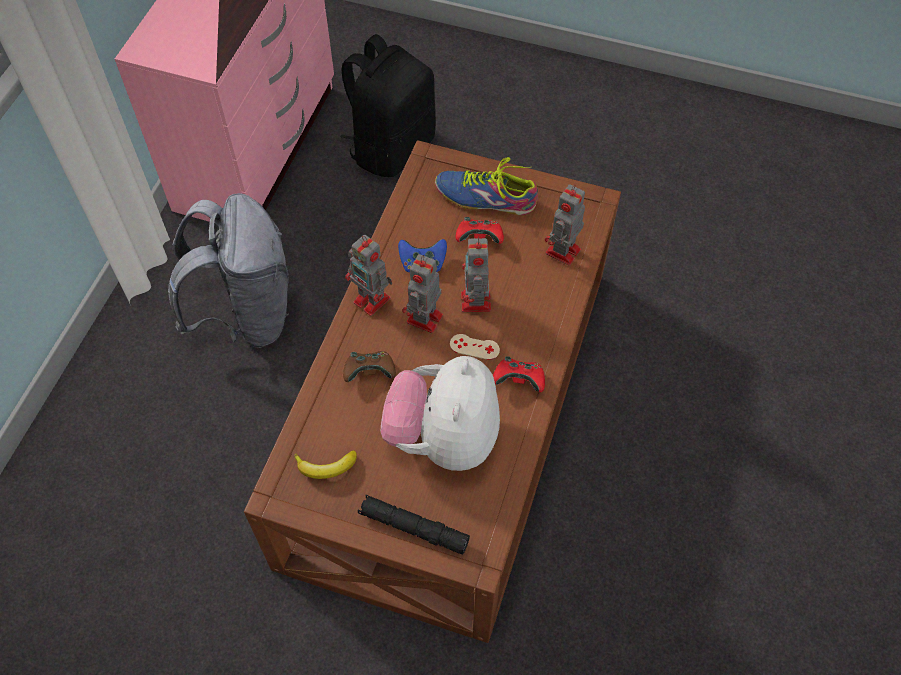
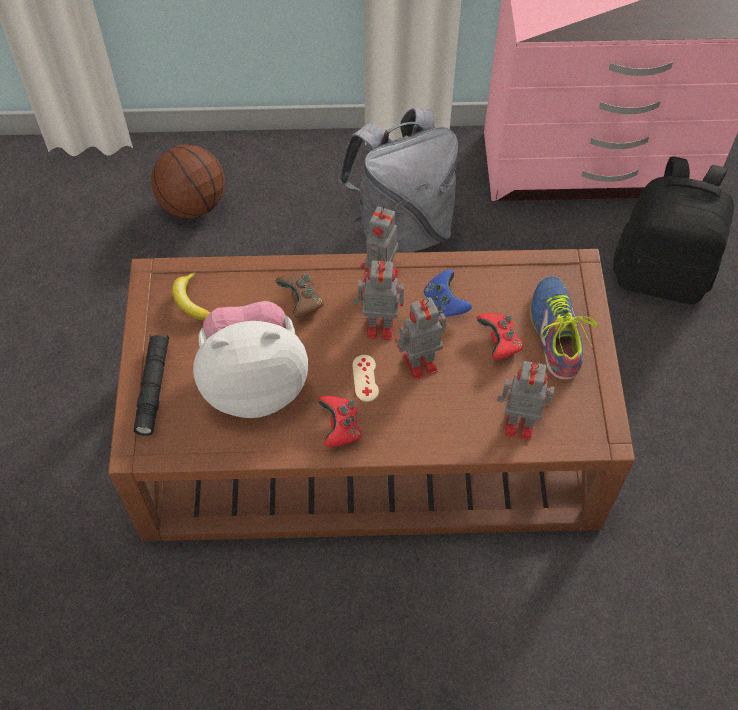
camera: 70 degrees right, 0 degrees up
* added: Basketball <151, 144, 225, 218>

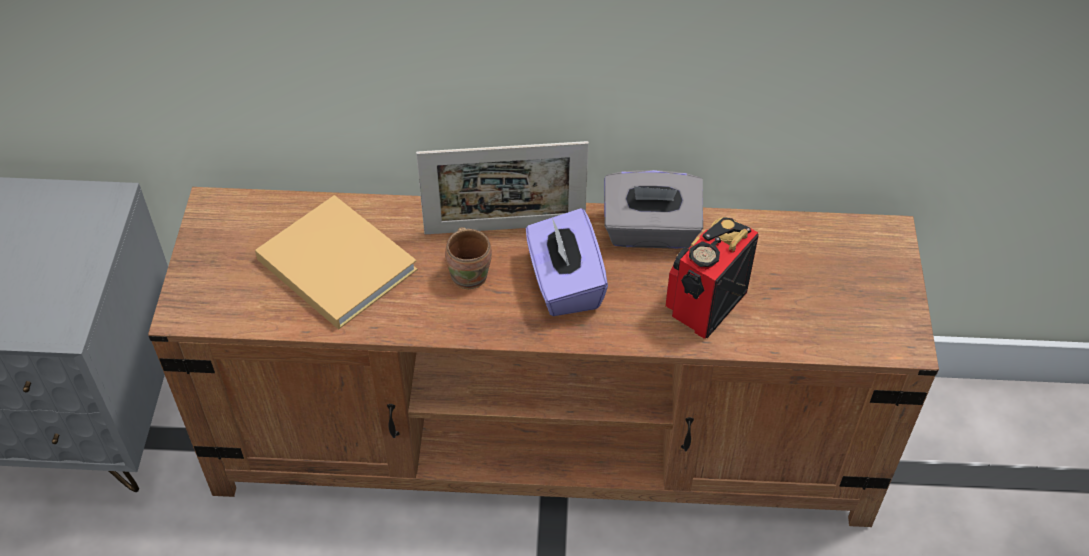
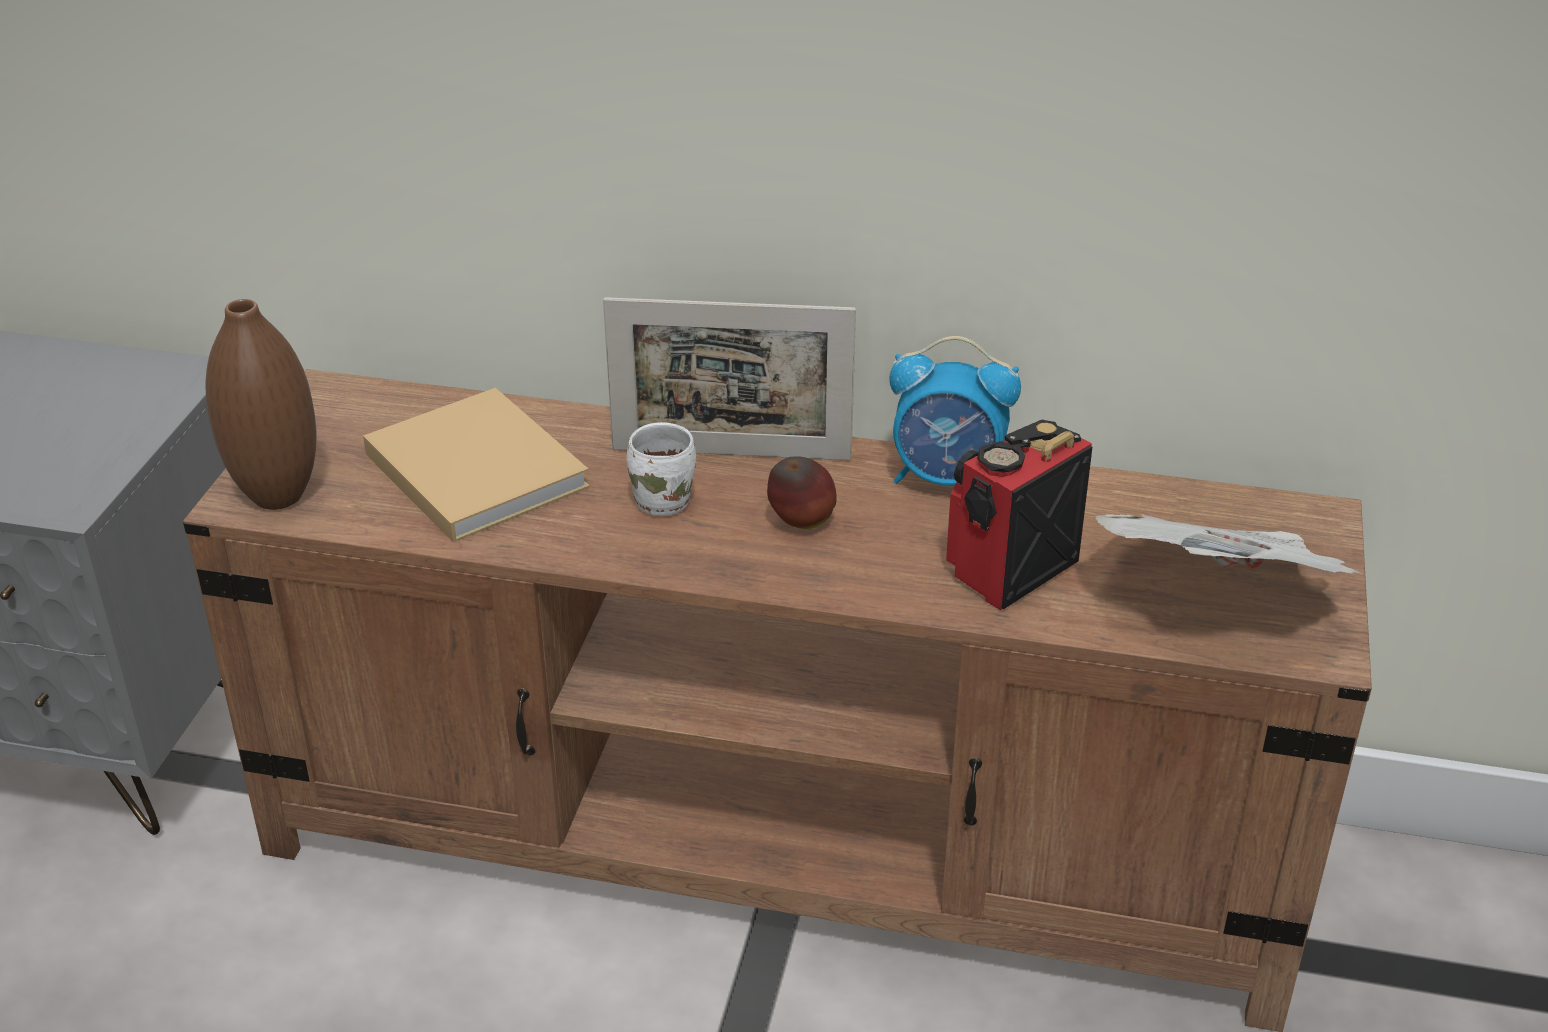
camera: 10 degrees right, 15 degrees down
* replaced: GreyTissueBox <604, 170, 703, 249> to AlarmClock <889, 336, 1021, 485>
* replaced: PurpleTissueBox <526, 208, 608, 316> to Apple <767, 456, 837, 529>
* recoloured: BrownMug <445, 227, 492, 289> to WhiteMug <627, 422, 696, 516>
* added: BrownVase <205, 299, 316, 510>
* added: Newspaper <1095, 514, 1363, 574>

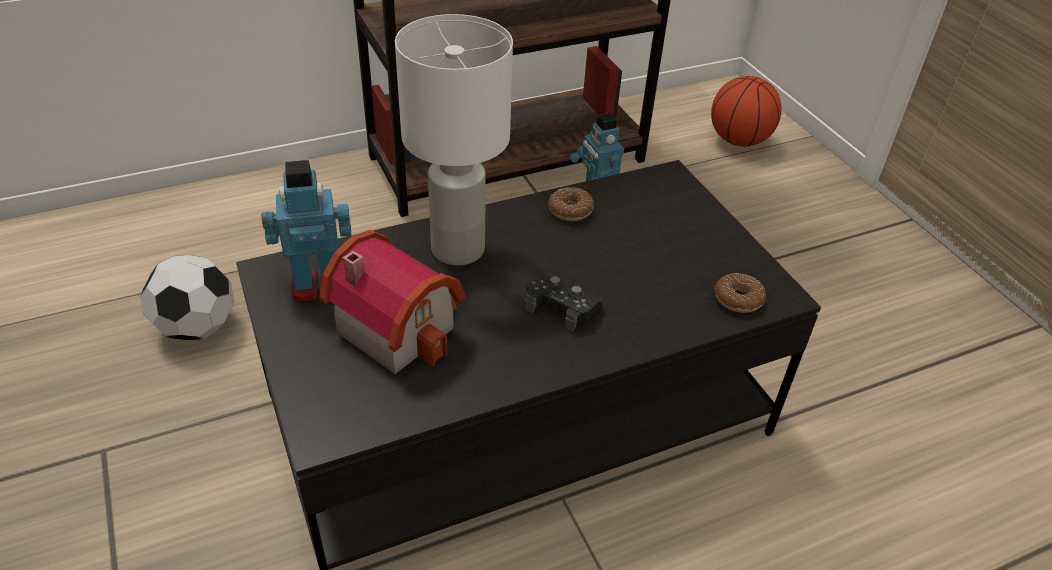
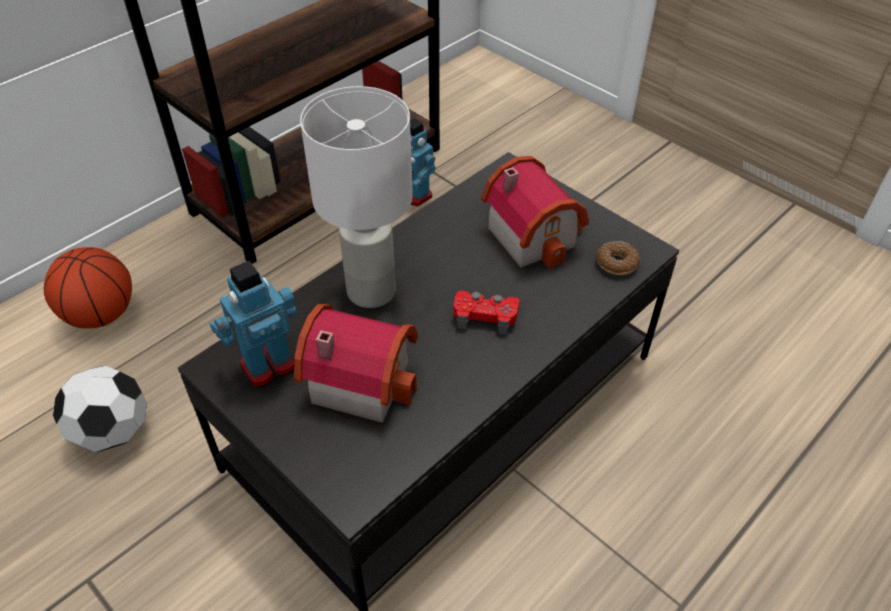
camera: 20 degrees left, 5 degrees up
* moved: Basketball <711, 76, 782, 147> to <44, 247, 132, 328>
* removed: Donut <548, 187, 594, 221>
* recoloured: BlackGameController <525, 273, 603, 331> to RedGameController <453, 291, 520, 335>
* added: ToyHouse <481, 156, 589, 270>

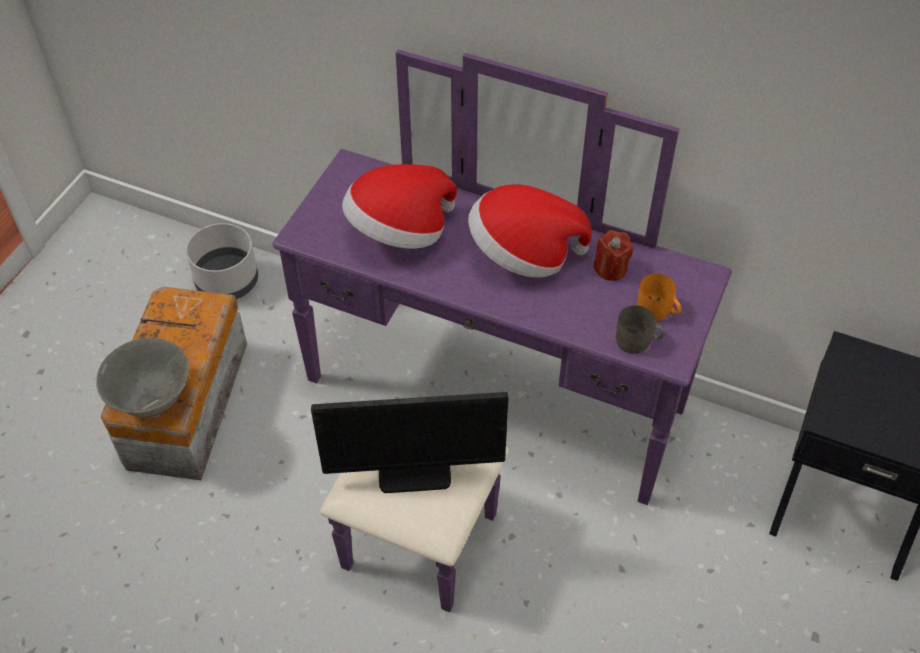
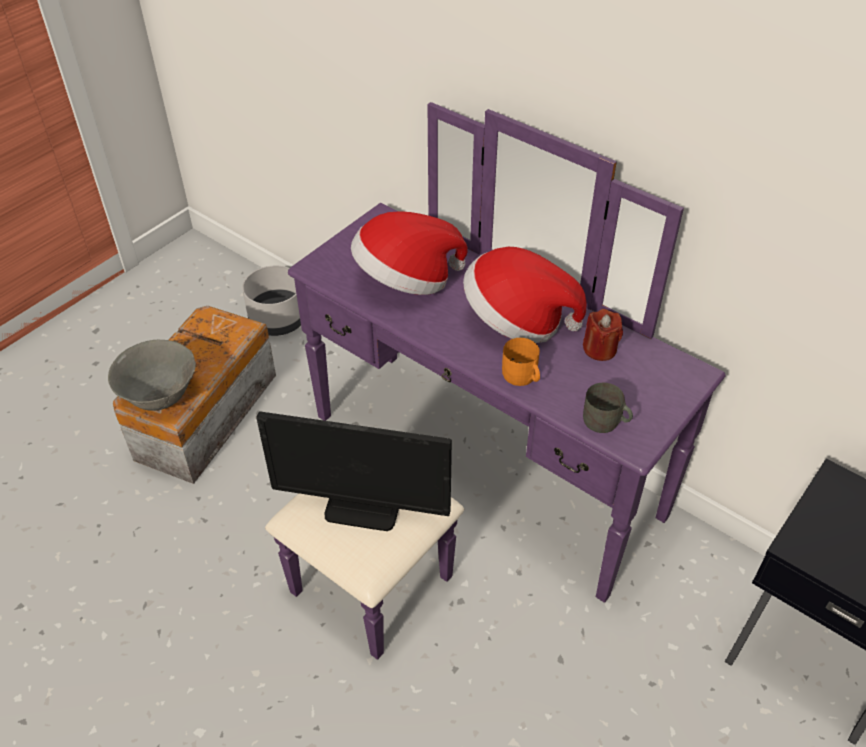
camera: 15 degrees right, 5 degrees down
* moved: OrangeMug <637, 274, 681, 321> to <502, 338, 540, 386>

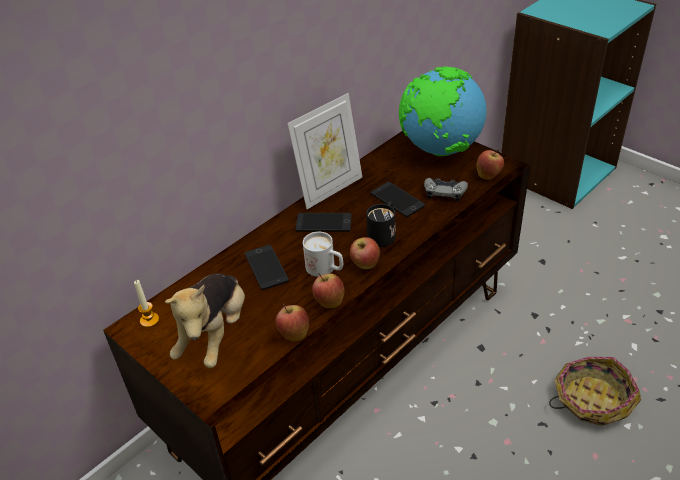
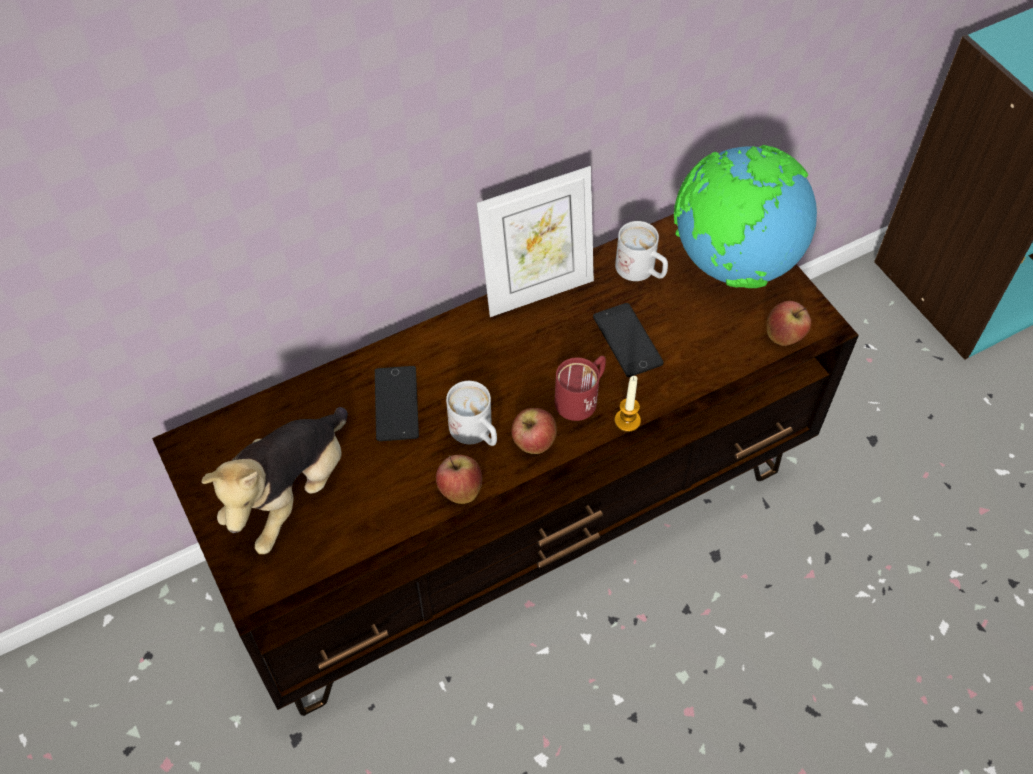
camera: 15 degrees right, 15 degrees up
* removed: GreyGameController <424, 178, 468, 202>
* recoloured: BlackMug <366, 201, 395, 247> to RedMug <555, 356, 606, 421>
* removed: Phone <295, 213, 352, 232>
* moved: Candle <134, 280, 159, 328> to <614, 376, 641, 432>
* removed: Apple <275, 304, 309, 341>
* removed: Basket <549, 357, 641, 426>
* added: WhiteMug <615, 221, 668, 281>

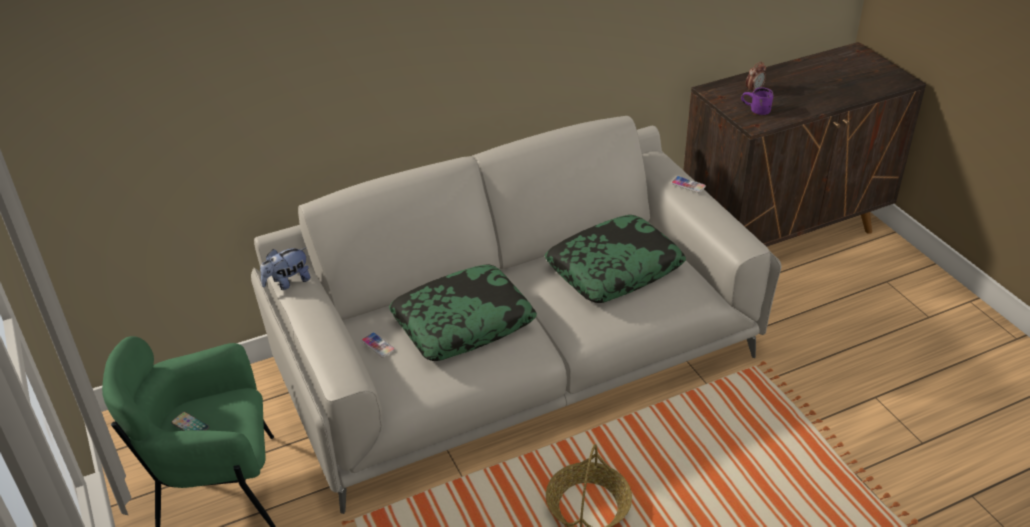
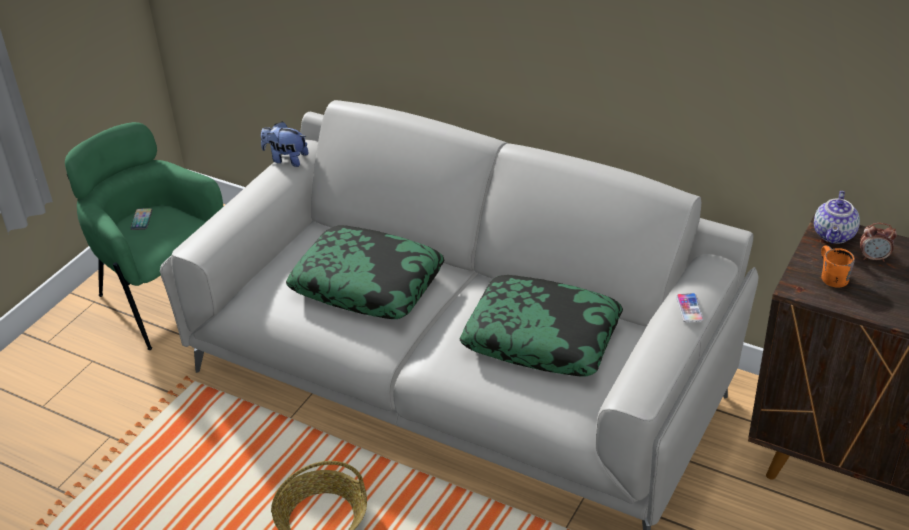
camera: 55 degrees right, 0 degrees up
* recoloured: PurpleMug <741, 87, 773, 115> to OrangeMug <821, 246, 855, 288>
* removed: Phone <361, 332, 395, 358>
* added: Teapot <814, 191, 860, 244>

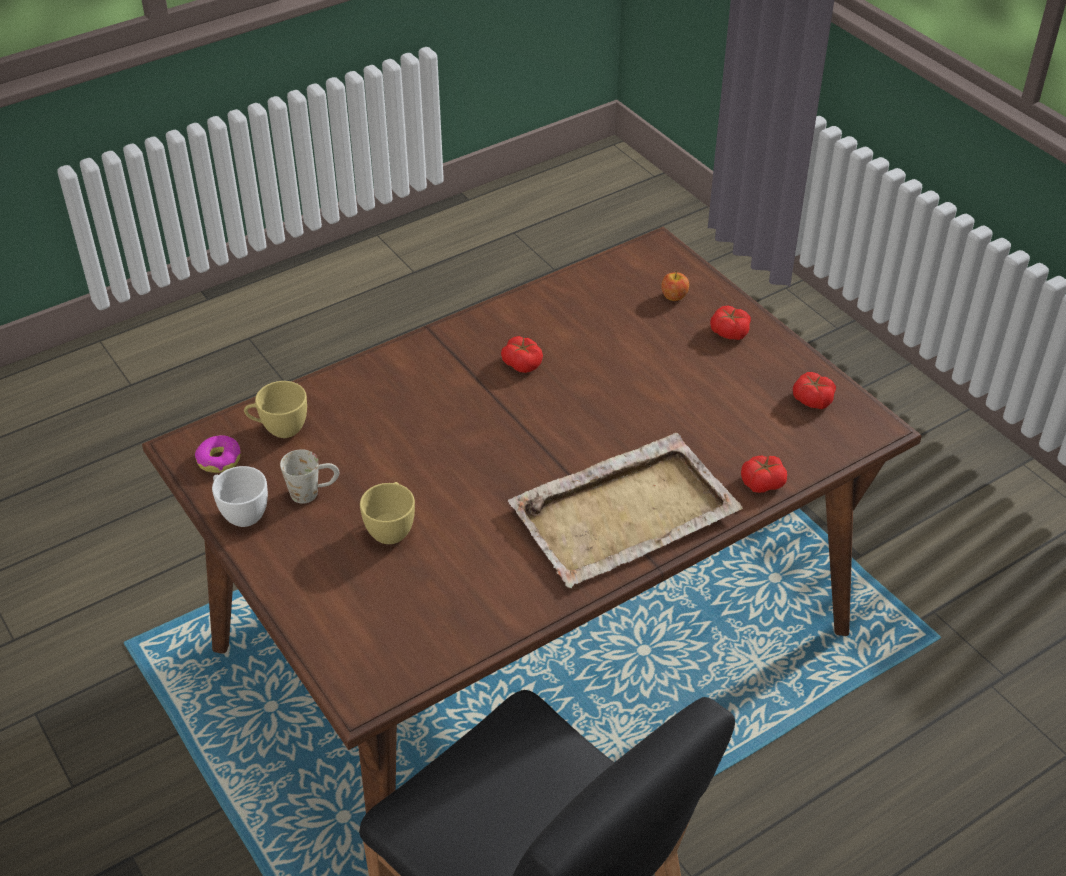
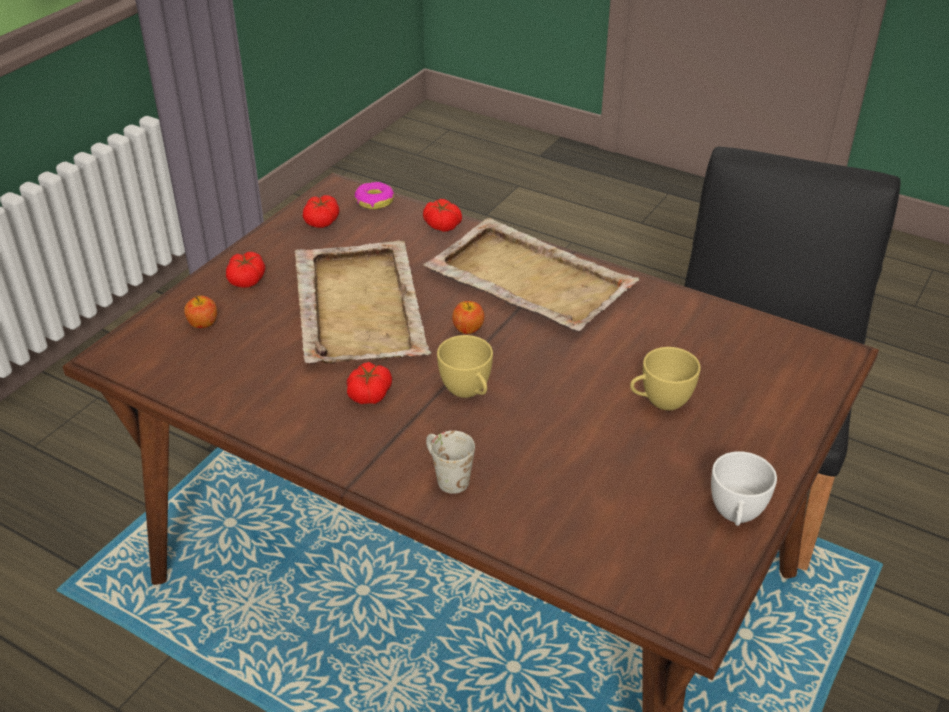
camera: 115 degrees left, 5 degrees down
* moved: YellowCup <244, 381, 307, 438> to <437, 335, 493, 398>
* moved: Donut <195, 435, 241, 473> to <355, 182, 394, 209>
* moved: WhiteMug <280, 449, 339, 504> to <426, 431, 475, 494>
* added: BeigeTray <295, 240, 432, 363>
* added: Apple <452, 301, 485, 334>

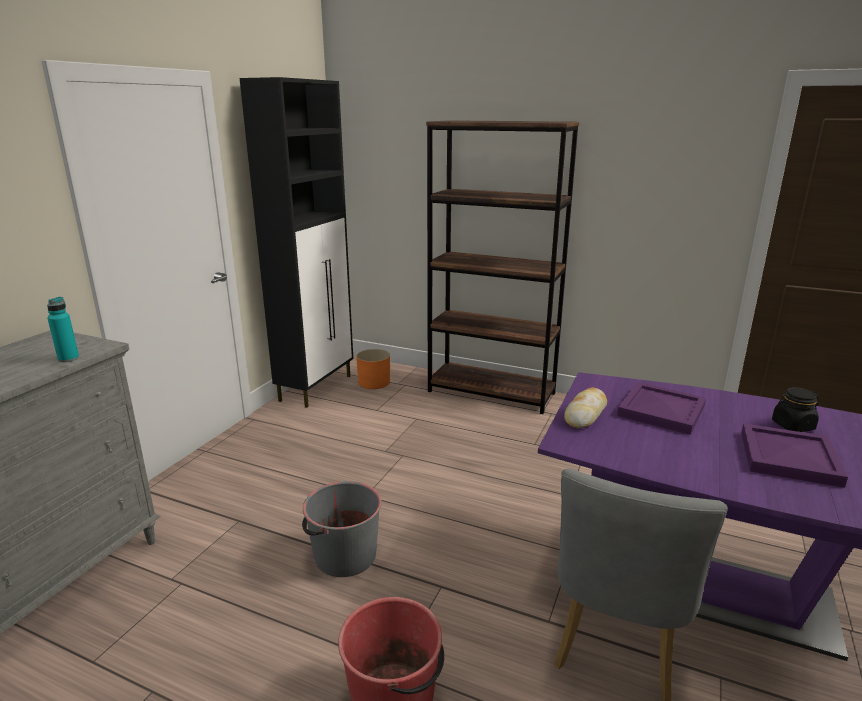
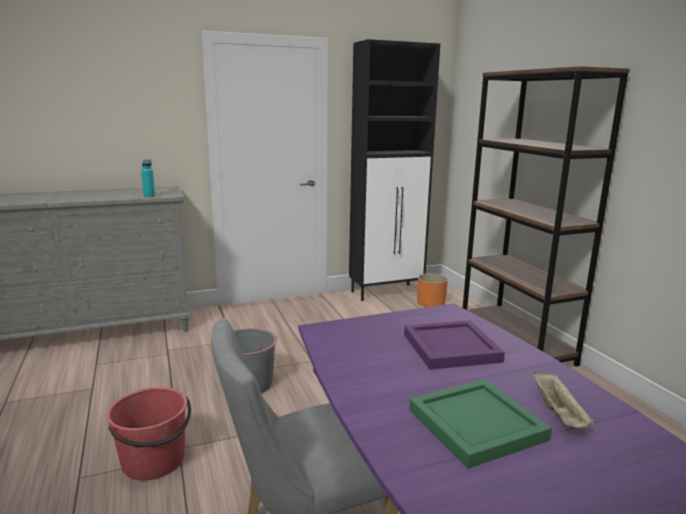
camera: 45 degrees right, 5 degrees down
* replaced: BlackJar <772, 387, 819, 432> to BeigeTray <533, 371, 594, 428>
* removed: Bread <564, 388, 607, 429>
* recoloured: PurpleTray <741, 423, 848, 488> to GreenTray <409, 379, 552, 469>

